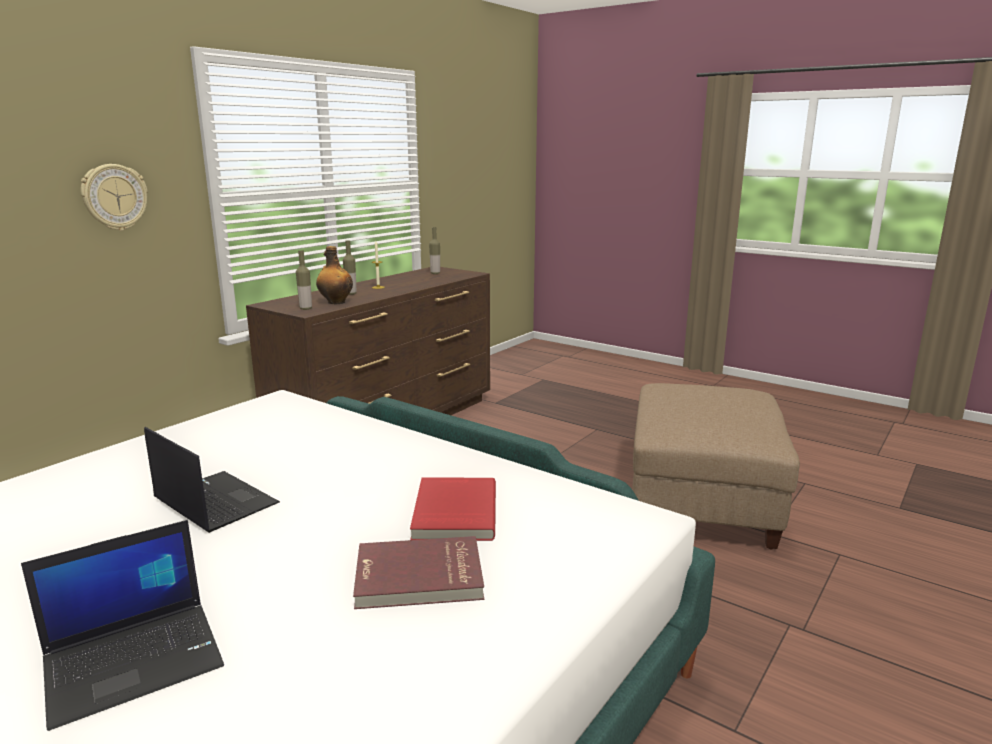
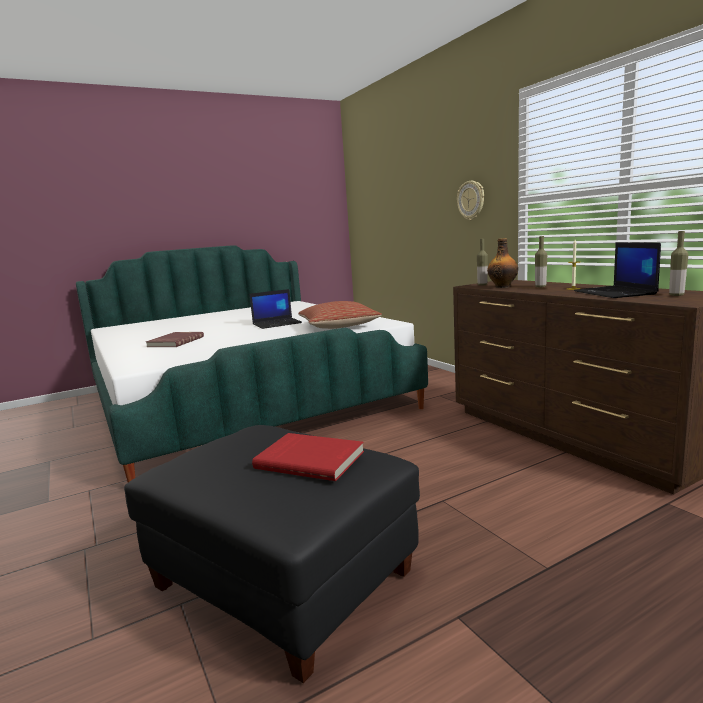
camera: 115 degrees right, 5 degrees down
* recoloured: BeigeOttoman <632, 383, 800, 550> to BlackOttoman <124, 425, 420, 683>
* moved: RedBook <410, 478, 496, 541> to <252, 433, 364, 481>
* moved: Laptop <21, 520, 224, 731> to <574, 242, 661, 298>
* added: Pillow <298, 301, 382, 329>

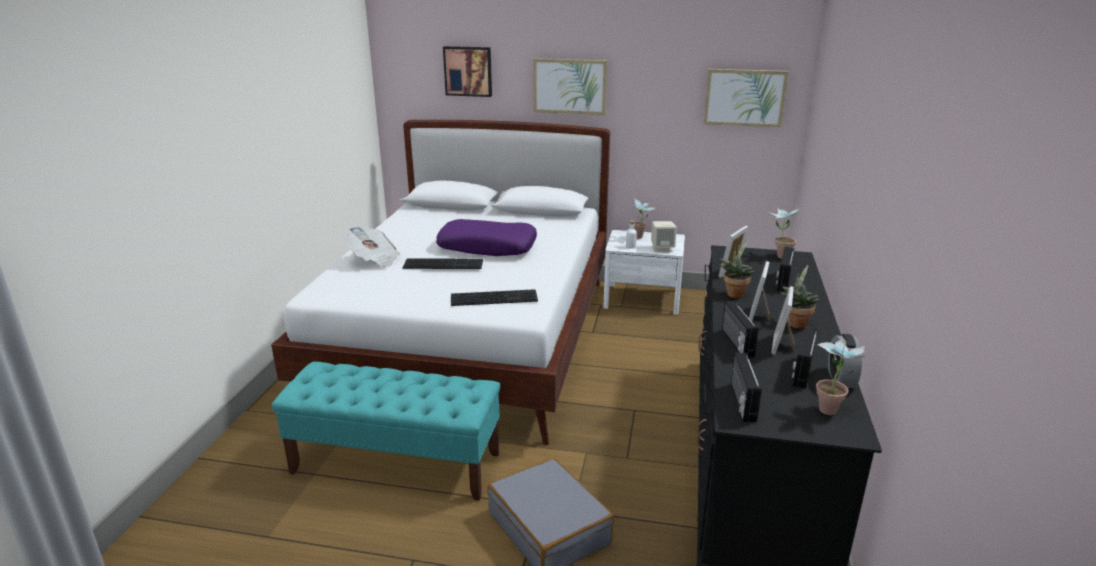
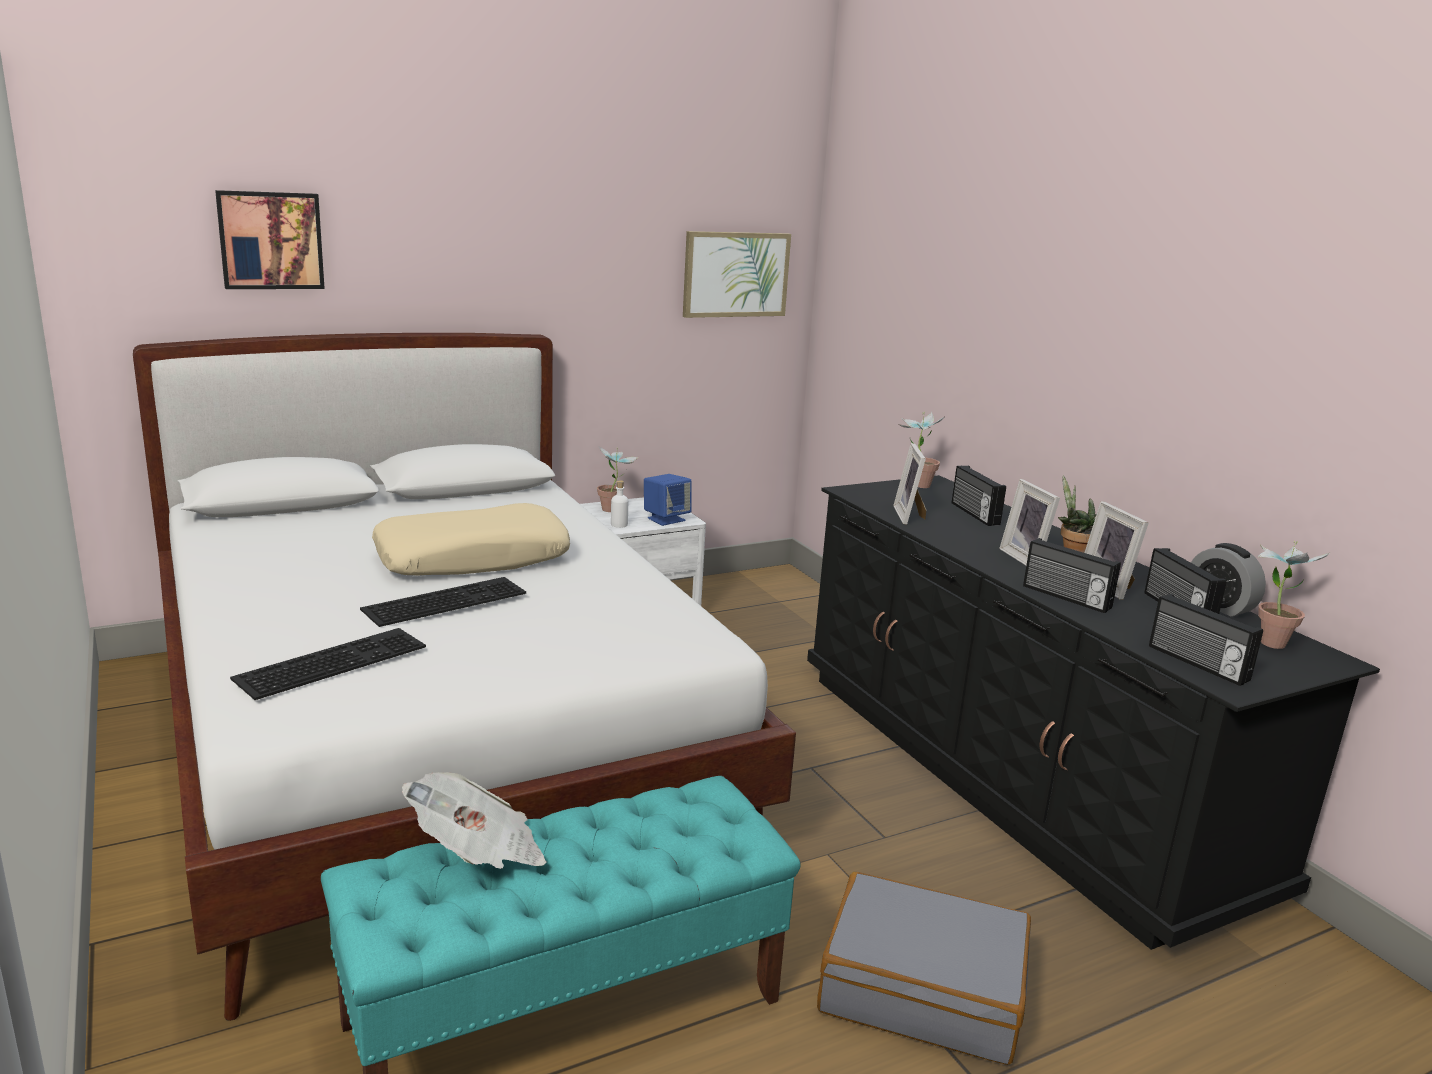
camera: 40 degrees left, 5 degrees down
* removed: Picture <533, 58, 607, 115>
* recoloured: PurplePillow <436, 219, 537, 256> to BeigePillow <372, 503, 570, 575>
* recoloured: BeigeSpeaker <651, 221, 677, 252> to BlueSpeaker <644, 474, 692, 526>
* moved: Newspaper <345, 226, 400, 267> to <402, 772, 547, 869>
* removed: PottedPlant <719, 240, 755, 298>
* moved: Keyboard <451, 289, 538, 306> to <230, 628, 426, 700>

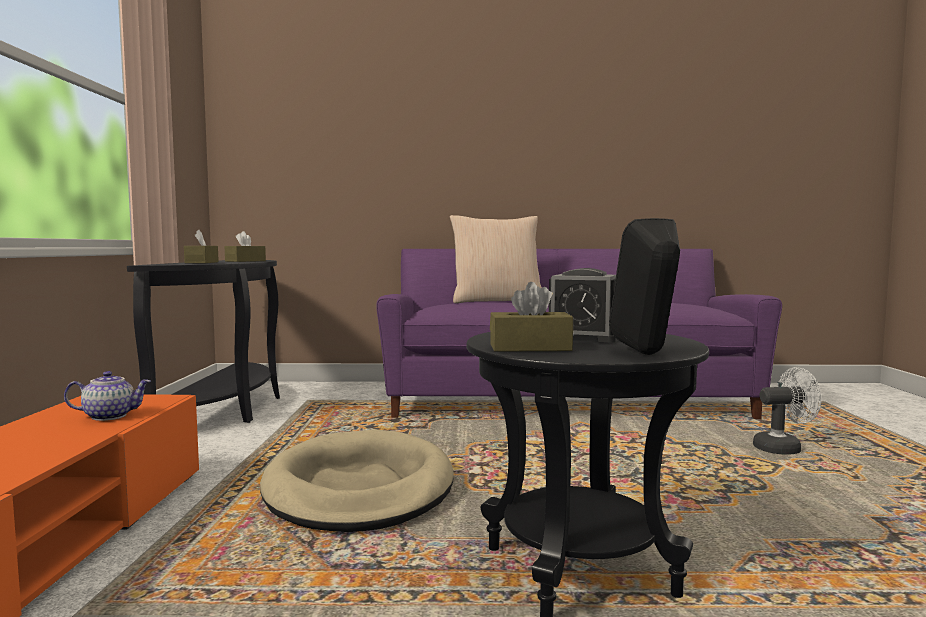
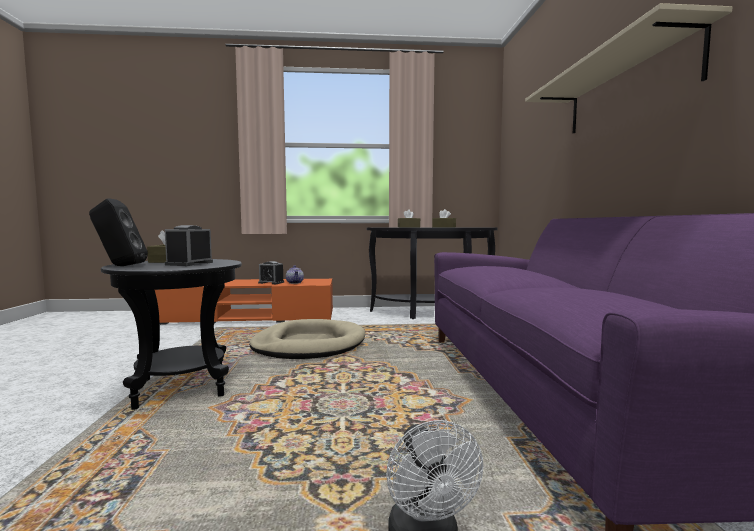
camera: 85 degrees right, 0 degrees up
* removed: BeigePillow <450, 215, 542, 303>
* added: BeigeShelf <525, 3, 732, 133>
* added: AlarmClock <258, 261, 284, 284>

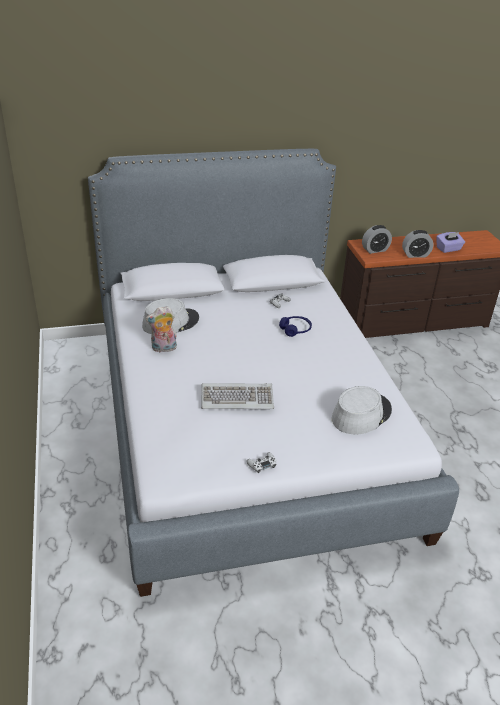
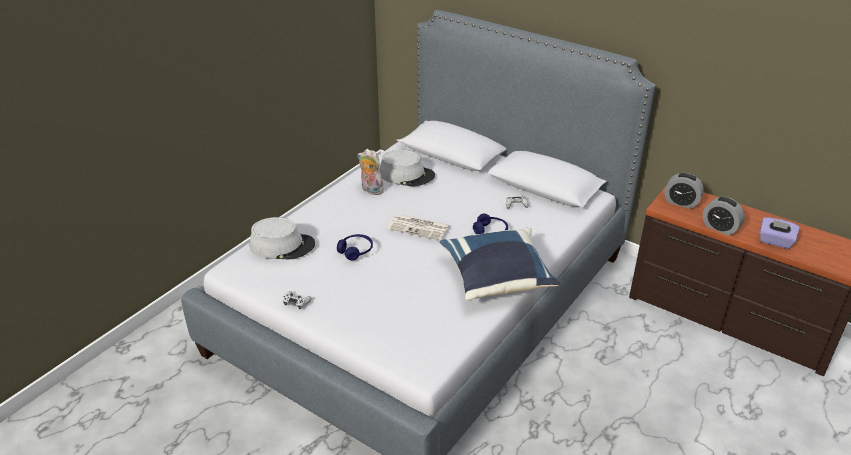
camera: 50 degrees right, 0 degrees up
* replaced: Keyboard <201, 383, 274, 409> to BlueHeadphones <337, 234, 373, 260>
* moved: GreyHat <332, 386, 392, 434> to <250, 217, 315, 259>
* added: Newspaper <388, 214, 450, 241>
* added: BluePillow <440, 228, 560, 301>

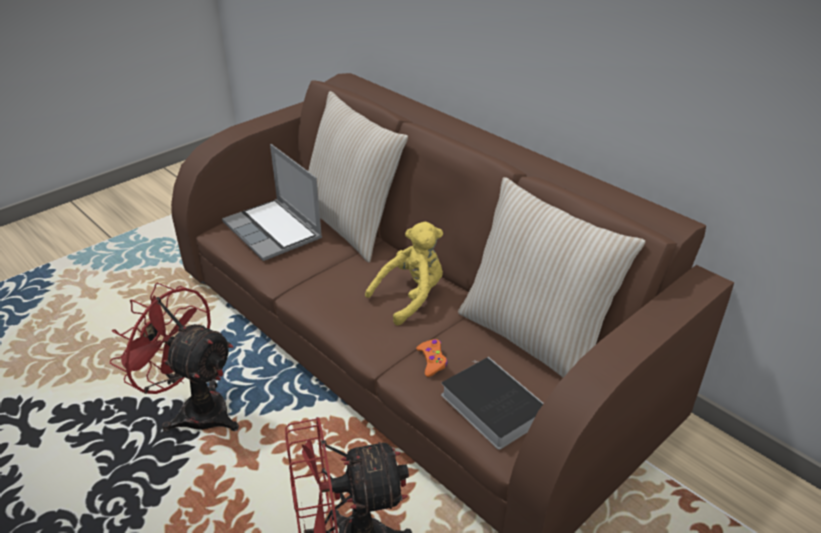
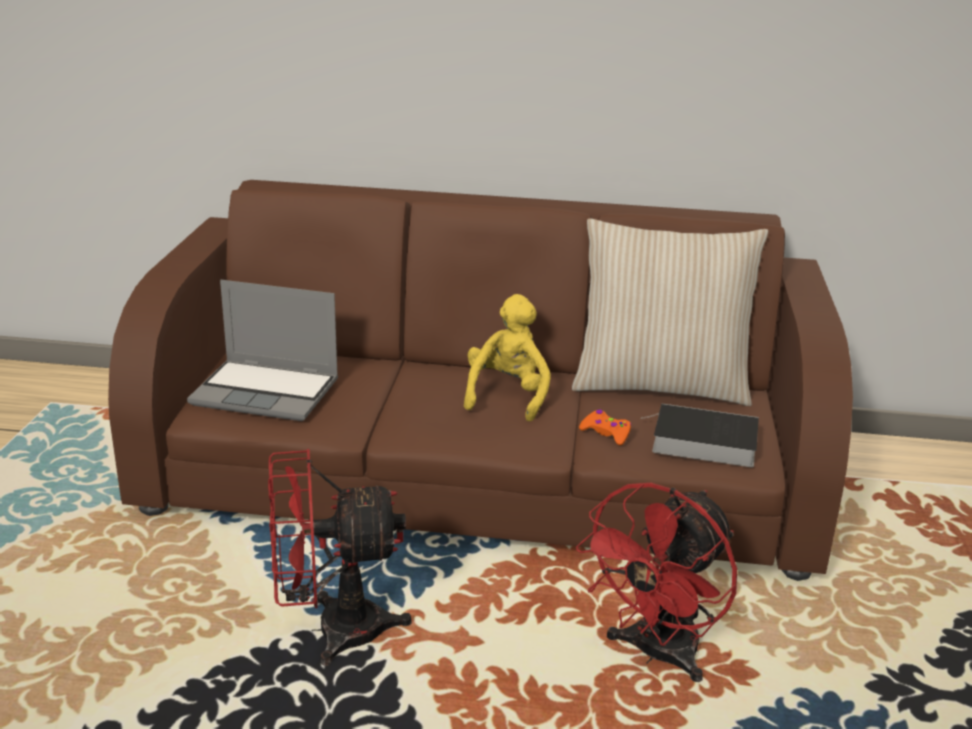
camera: 40 degrees left, 10 degrees down
* removed: BeigePillow <308, 91, 408, 262>

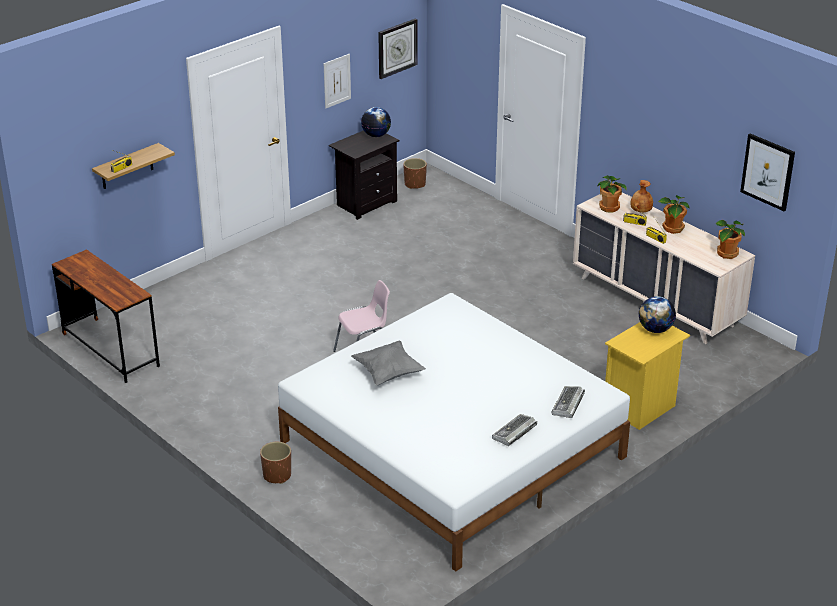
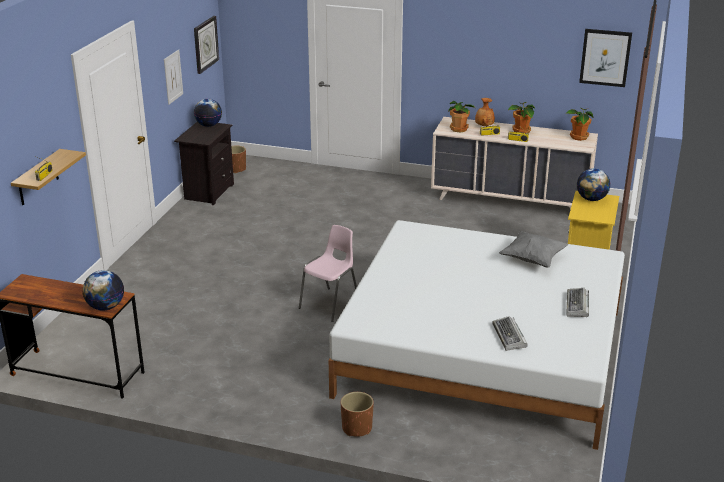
camera: 30 degrees left, 5 degrees down
* moved: GreyPillow <351, 341, 426, 386> to <499, 231, 569, 268>
* moved: Keyboard <552, 386, 585, 418> to <493, 316, 528, 351>
* added: Globe <83, 270, 124, 311>

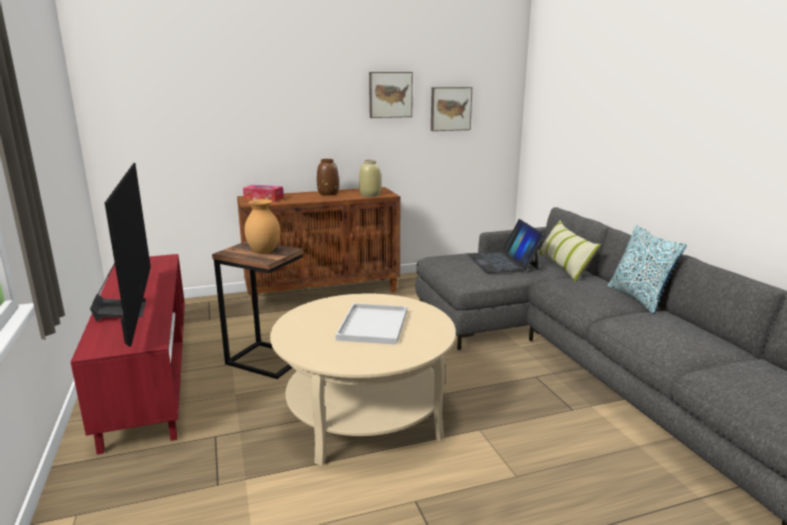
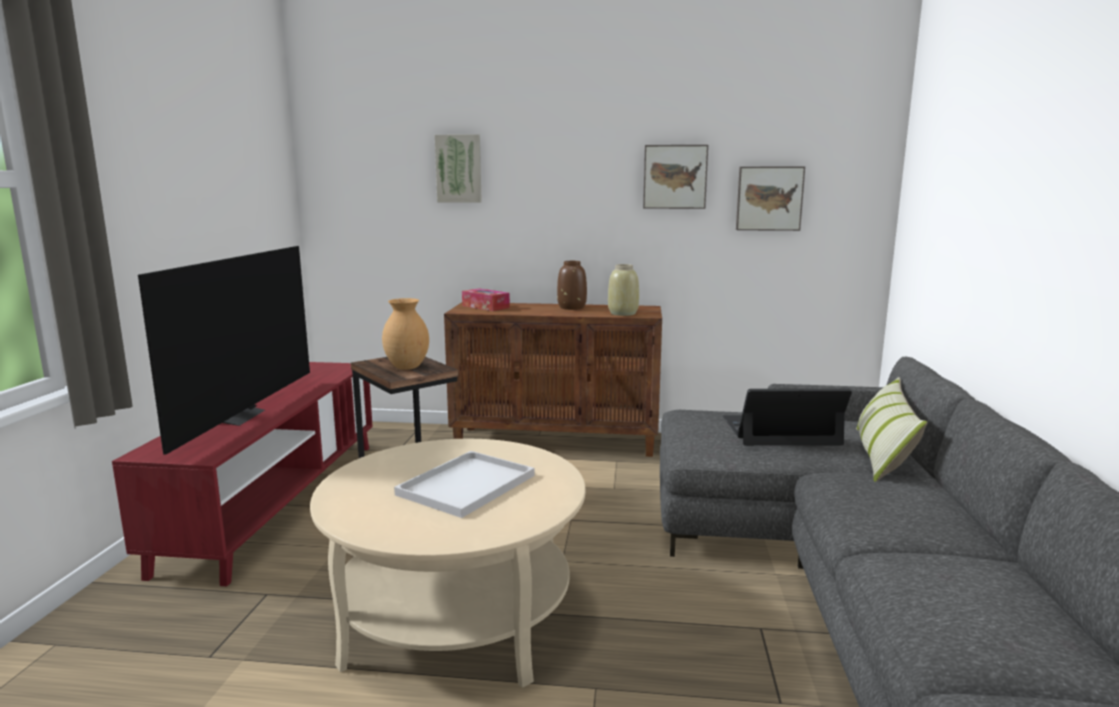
camera: 25 degrees right, 5 degrees down
* turned: Laptop <467, 219, 545, 273> = <723, 389, 852, 446> 75 degrees clockwise
* removed: Pillow <608, 225, 687, 314>
* added: Picture <435, 134, 482, 203>

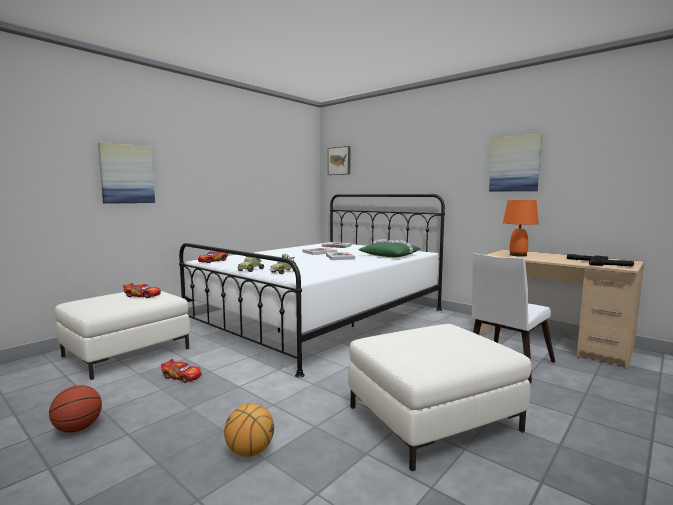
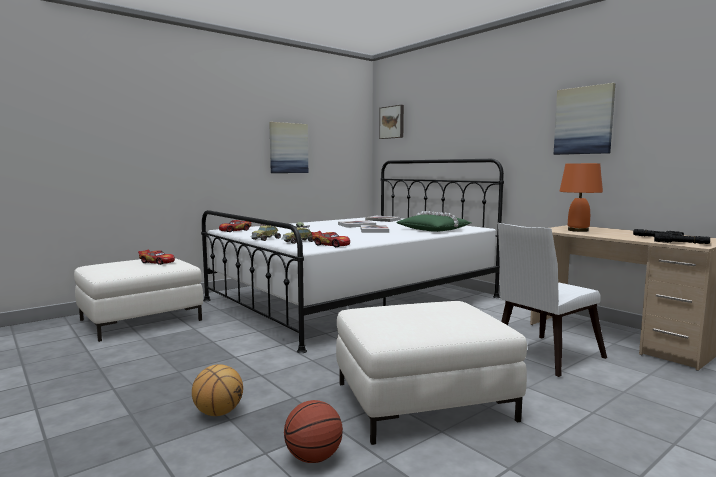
camera: 10 degrees right, 0 degrees up
* moved: Picture <98, 142, 155, 204> to <269, 122, 308, 173>
* moved: ToyCar <161, 359, 201, 383> to <311, 231, 350, 247>
* moved: Basketball <49, 385, 102, 433> to <284, 400, 343, 463>

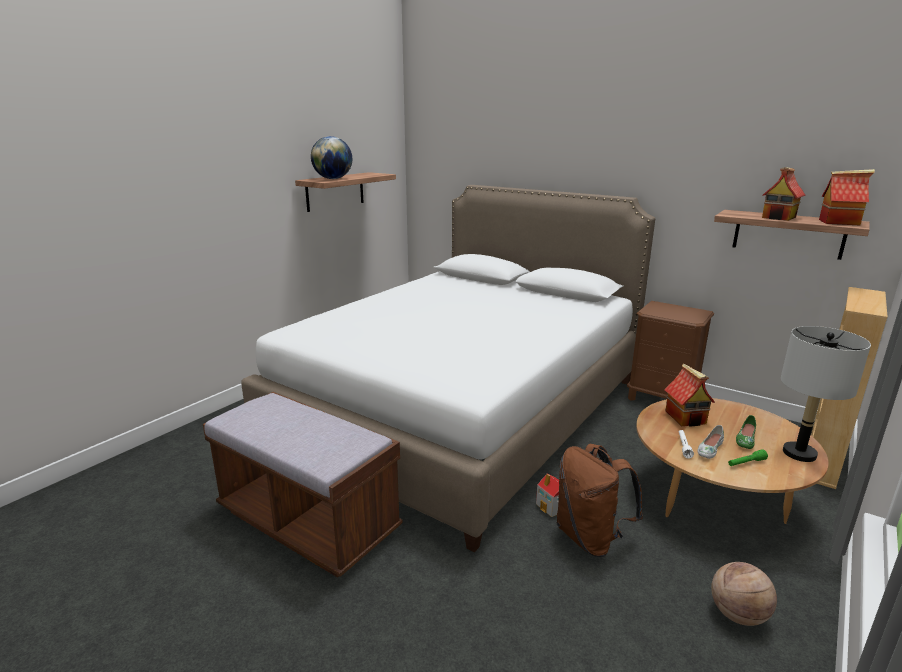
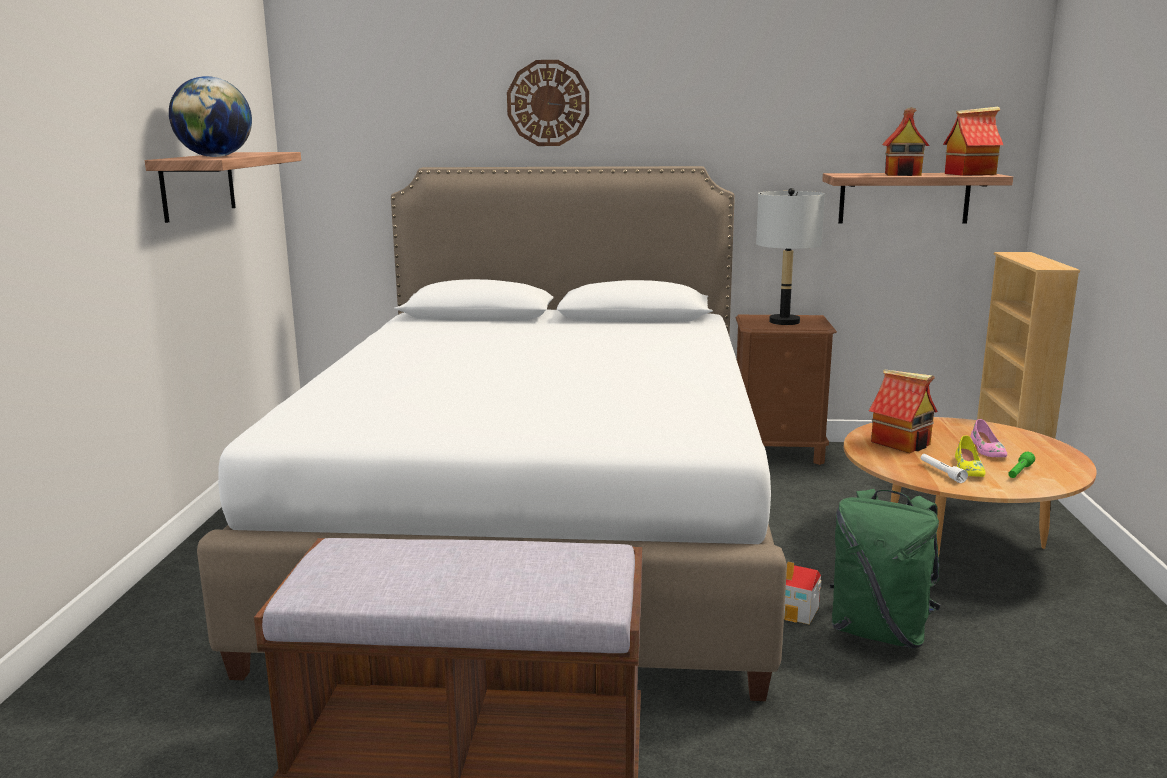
camera: 30 degrees left, 5 degrees down
* moved: GreyTableLamp <781, 326, 871, 462> to <756, 188, 825, 325>
* recoloured: GreenShoe <736, 415, 756, 449> to PinkShoe <970, 419, 1007, 457>
* recoloured: WhiteShoe <697, 425, 724, 459> to YellowShoe <955, 435, 986, 477>
* recoloured: BrownBackpack <557, 444, 643, 557> to GreenBackpack <830, 489, 941, 648>
* removed: Basketball <711, 562, 777, 626>
* added: WallClock <507, 60, 589, 146>

